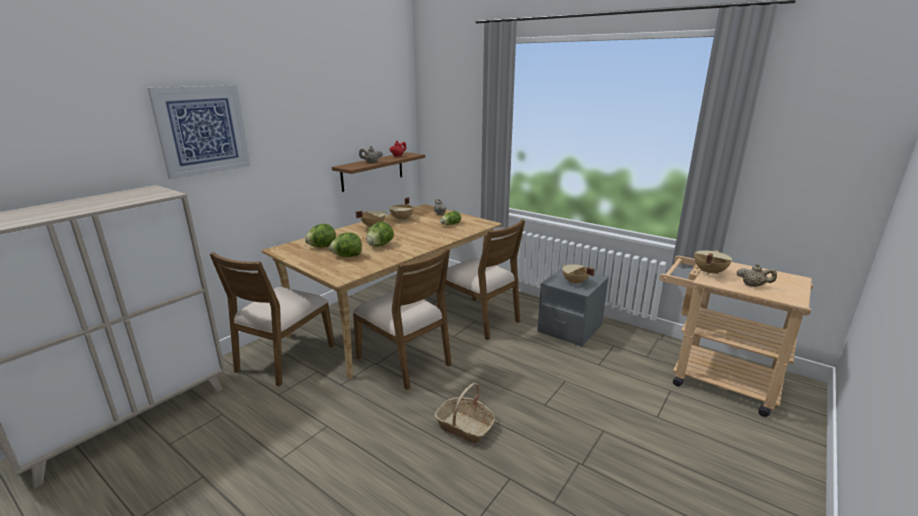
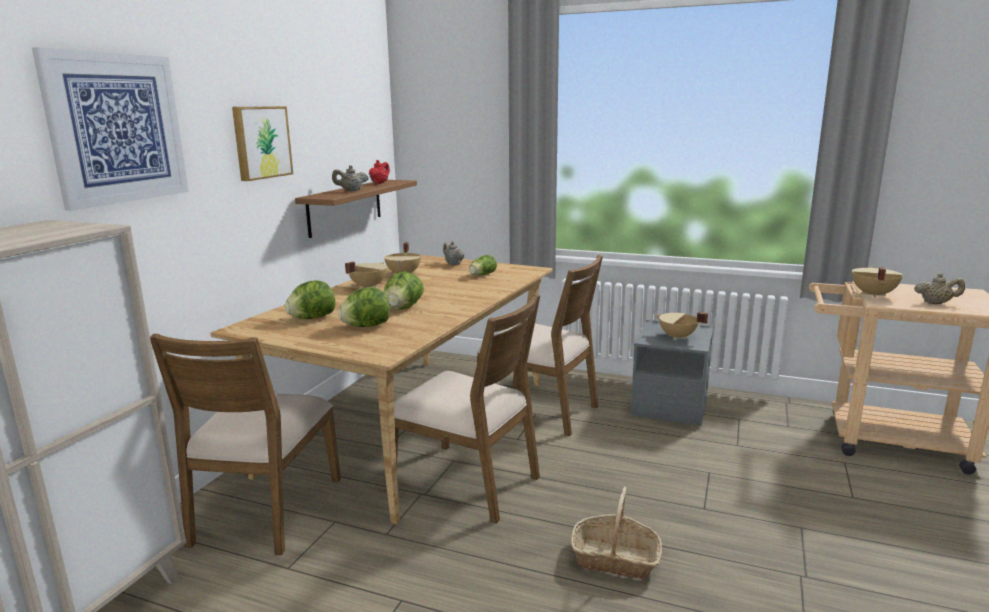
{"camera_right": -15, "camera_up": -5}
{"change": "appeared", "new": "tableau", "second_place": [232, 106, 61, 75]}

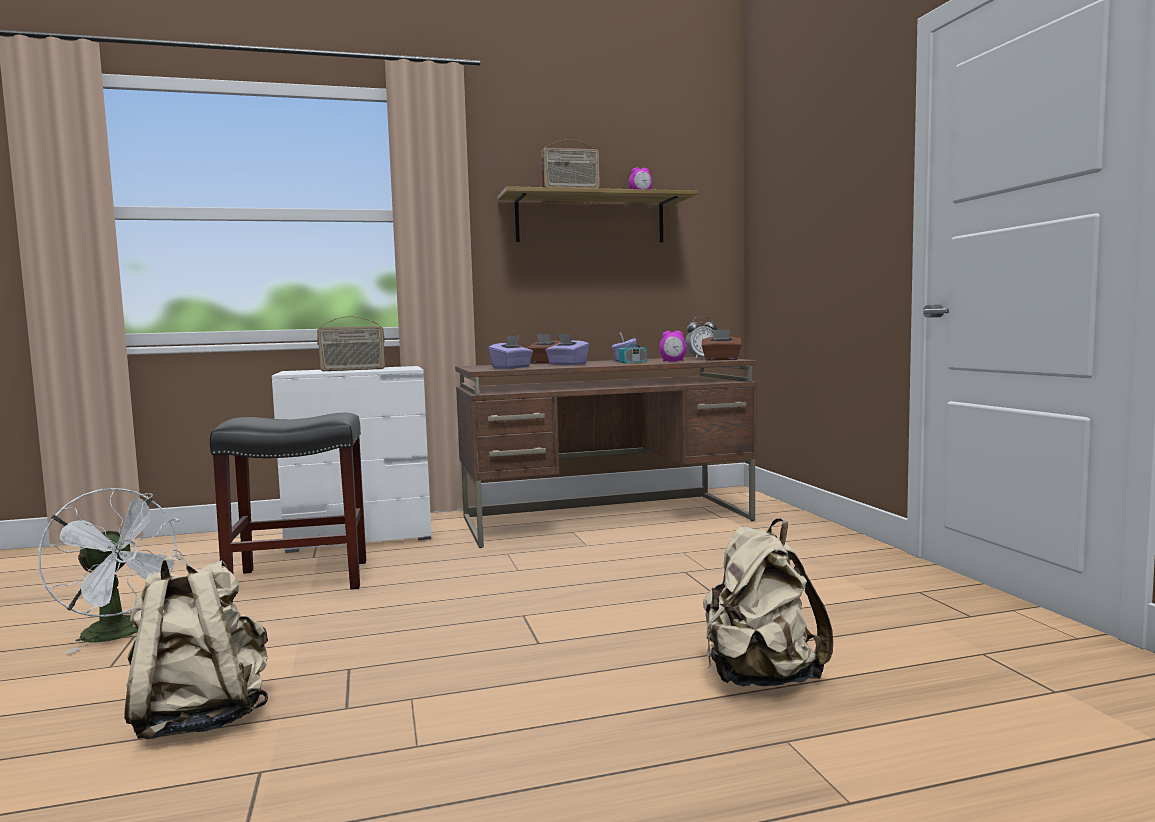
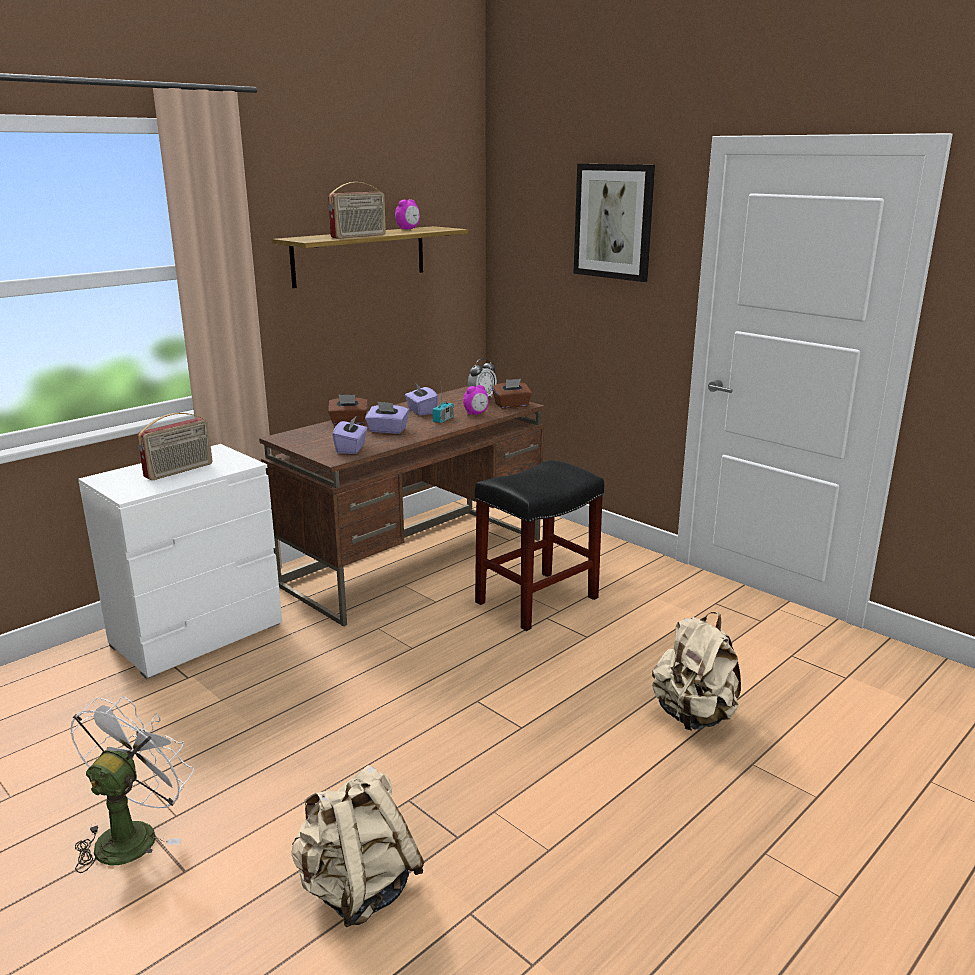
{"camera_right": -30, "camera_up": 15}
{"change": "appeared", "new": "tableau", "second_place": [573, 164, 82, 118]}
{"change": "relocated", "old": "tabouret [noir]", "first_place": [210, 413, 156, 177], "second_place": [475, 460, 129, 171]}
{"change": "spun", "old": "ventilateur [blanc]", "first_place": [38, 488, 147, 165], "second_place": [70, 697, 124, 176], "degrees": -75}

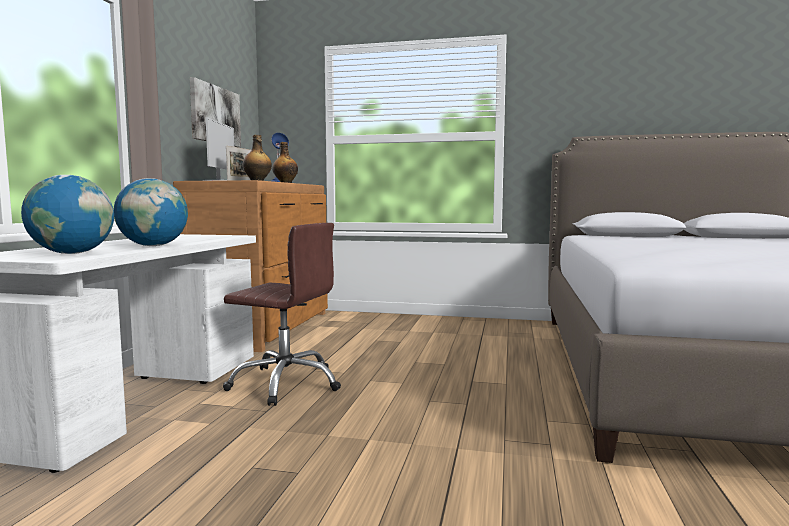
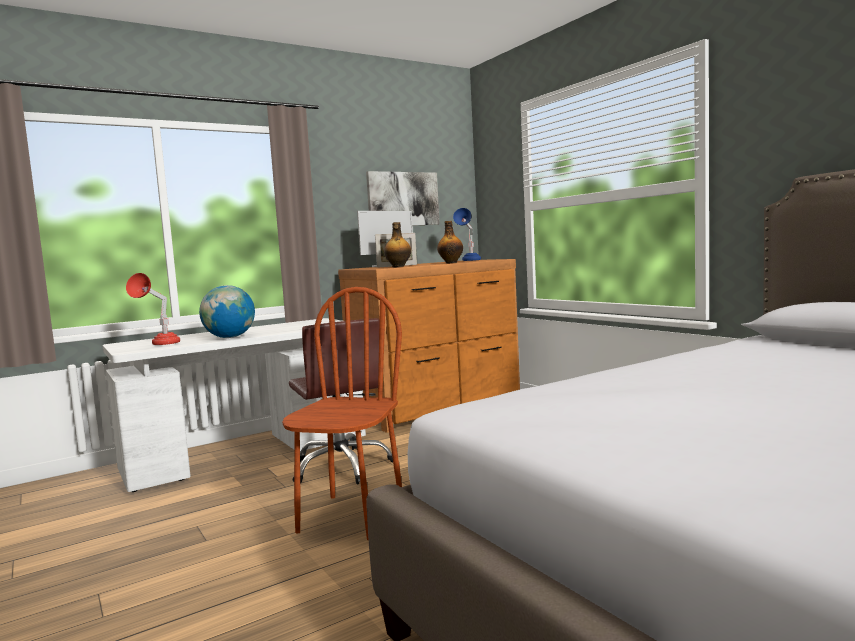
{"camera_right": 45, "camera_up": 0}
{"change": "appeared", "new": "chaise [marron]", "second_place": [282, 287, 120, 253]}
{"change": "exchanged", "old": "globe", "new": "lampe de table [rouge]", "first_place": [21, 175, 93, 79], "second_place": [126, 273, 54, 72]}

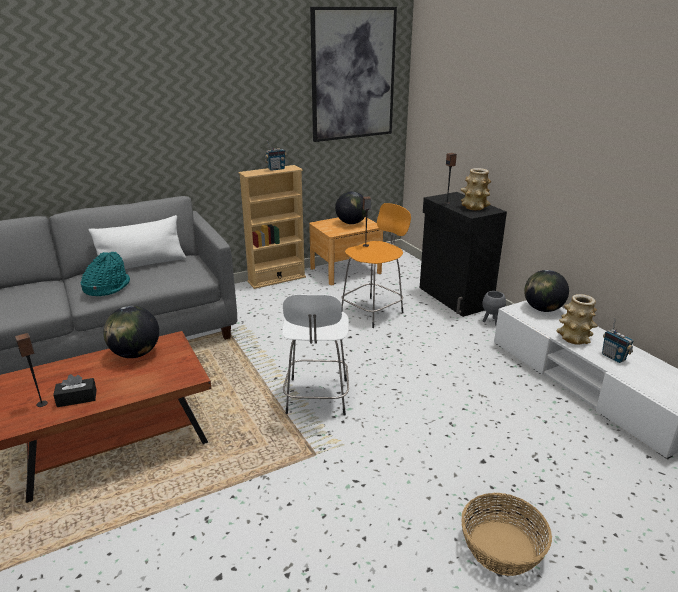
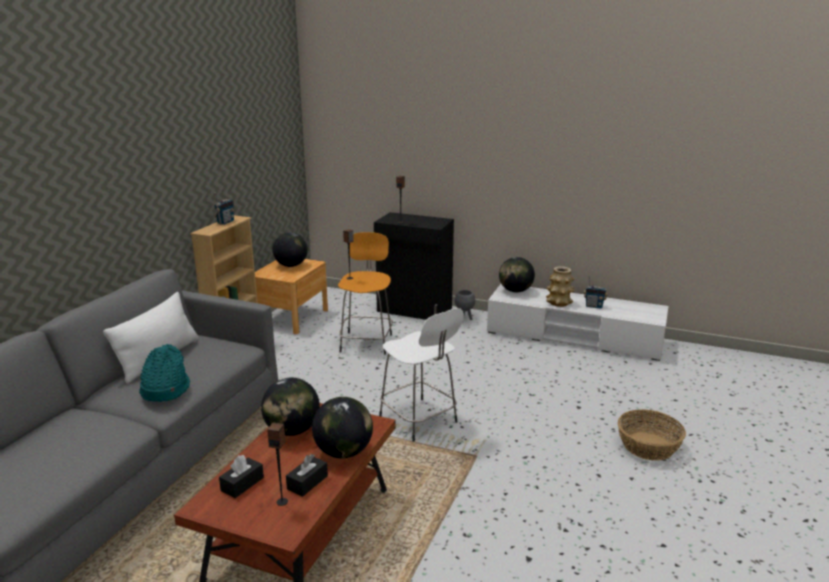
{"camera_right": -40, "camera_up": -5}
{"change": "missing", "old": "tableau", "first_place": [310, 7, 87, 135]}
{"change": "missing", "old": "vase", "first_place": [460, 168, 31, 42]}
{"change": "appeared", "new": "boîte à mouchoirs [noir]", "second_place": [219, 455, 45, 43]}
{"change": "appeared", "new": "globe", "second_place": [312, 397, 61, 61]}

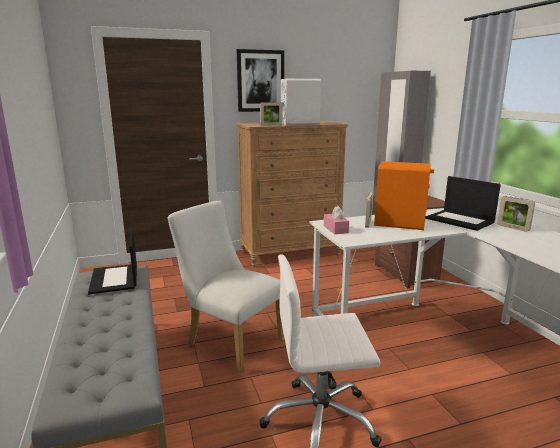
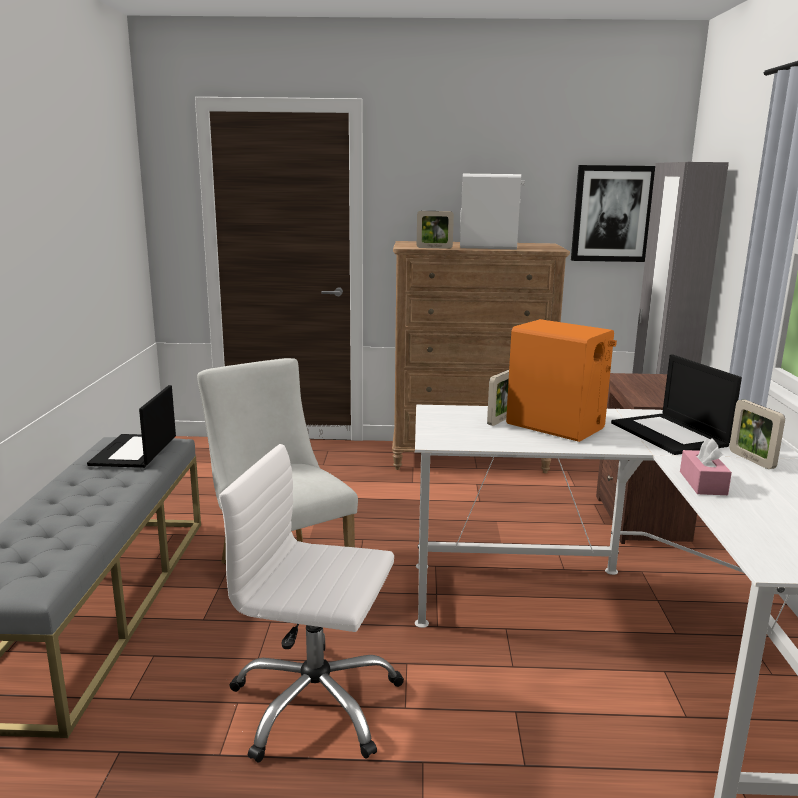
{"camera_right": 20, "camera_up": 0}
{"change": "relocated", "old": "tableau", "first_place": [237, 49, 47, 63], "second_place": [571, 165, 84, 97]}
{"change": "relocated", "old": "boîte à mouchoirs [rose]", "first_place": [324, 206, 25, 28], "second_place": [680, 438, 52, 57]}

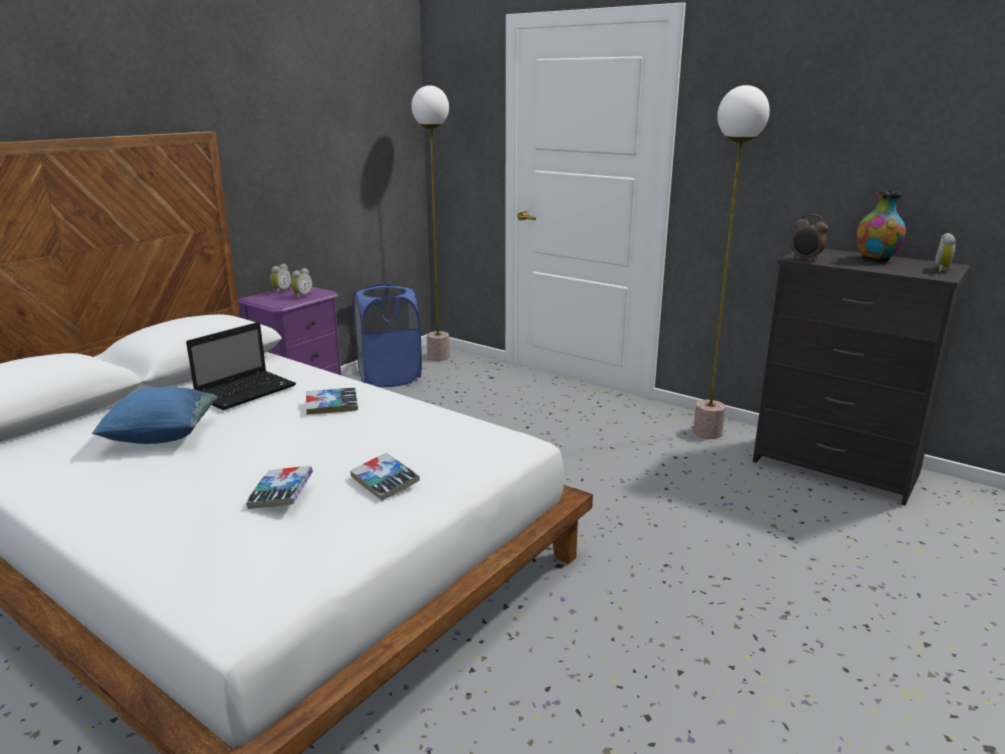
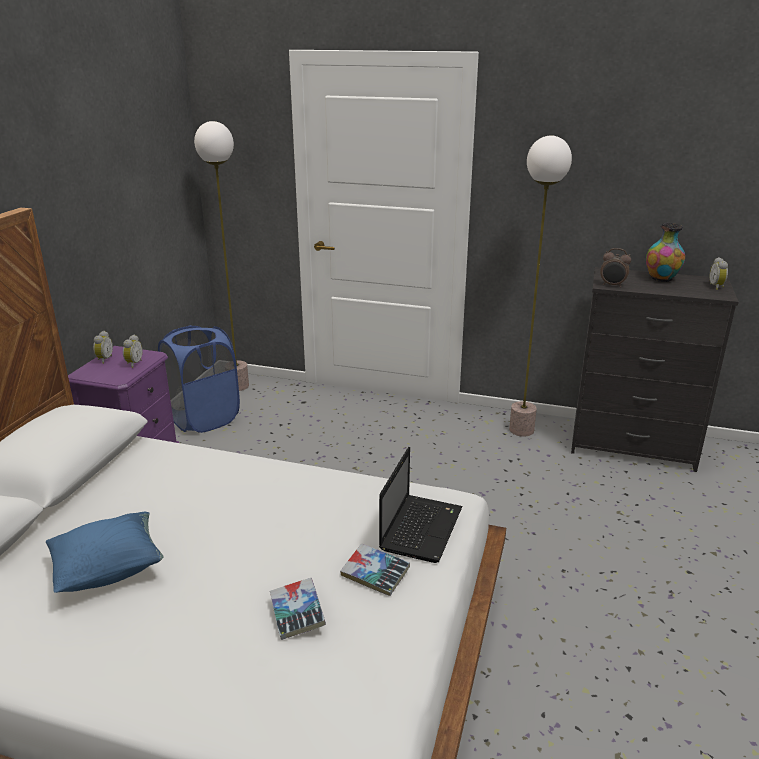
{"camera_right": -20, "camera_up": 5}
{"change": "missing", "old": "livre", "first_place": [306, 387, 52, 28]}
{"change": "relocated", "old": "ordinateur portable", "first_place": [186, 322, 110, 88], "second_place": [379, 447, 83, 116]}

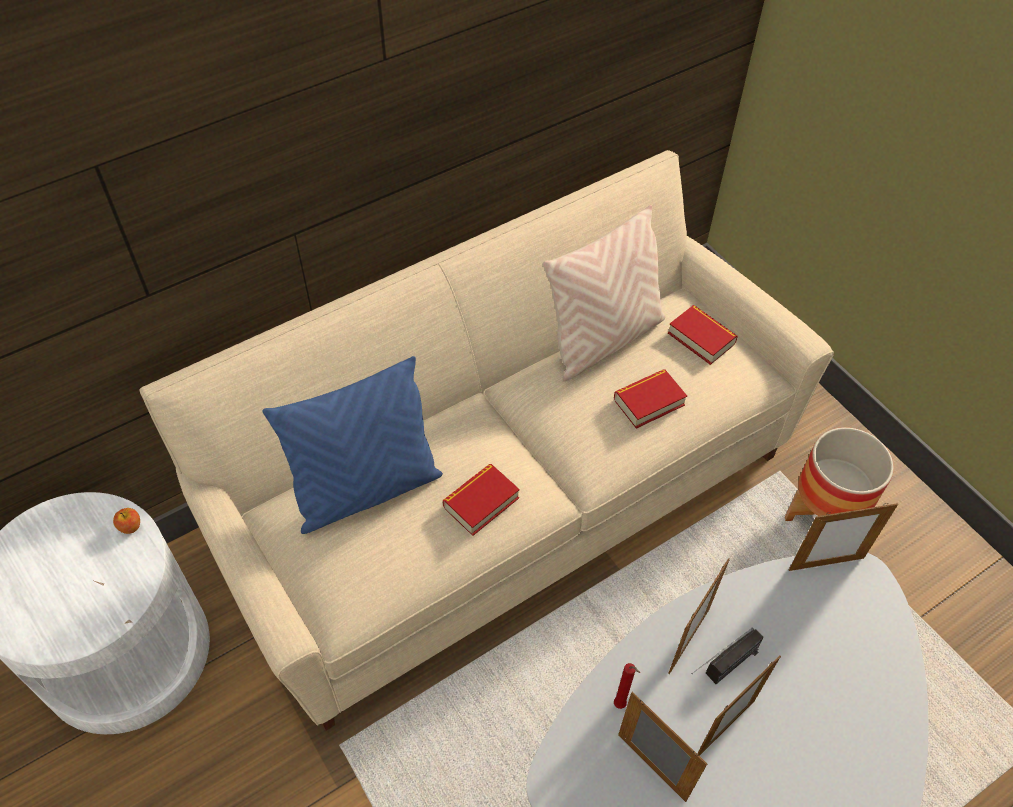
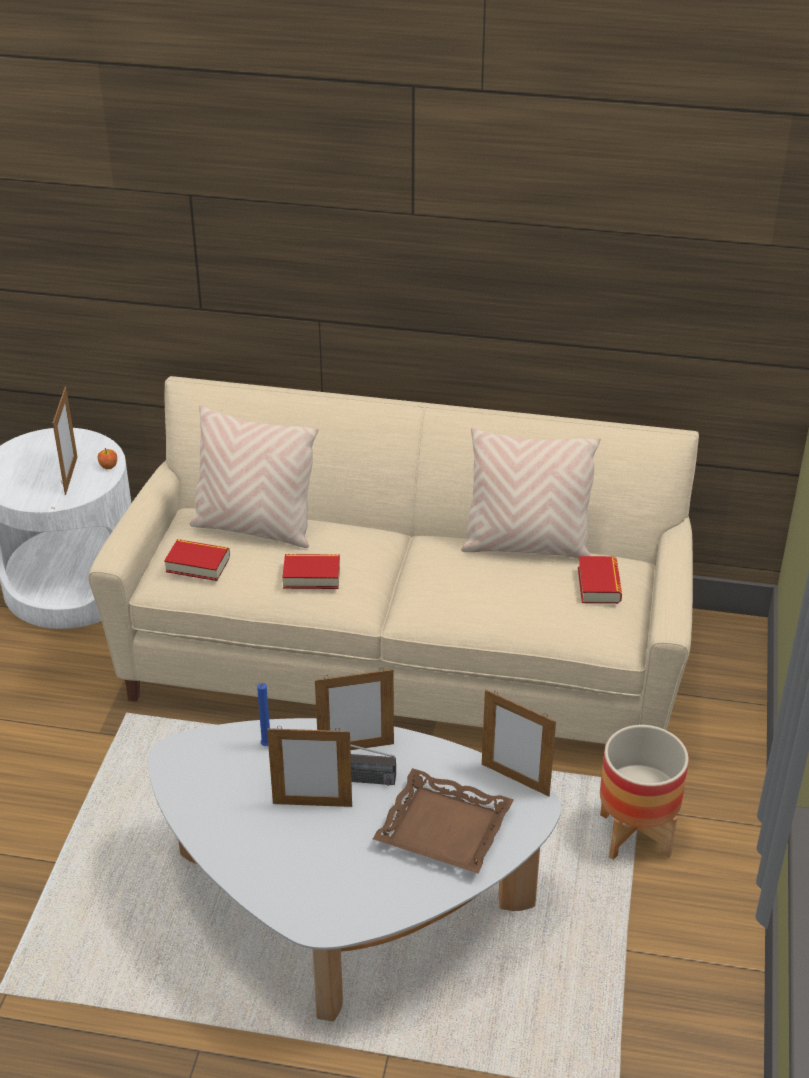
{"camera_right": 45, "camera_up": -15}
{"change": "appeared", "new": "plateau [marron]", "second_place": [373, 768, 141, 105]}
{"change": "relocated", "old": "livre", "first_place": [614, 370, 73, 59], "second_place": [164, 539, 66, 42]}
{"change": "relocated", "old": "cadre photo", "first_place": [618, 692, 89, 110], "second_place": [53, 386, 24, 109]}
{"change": "colour", "old": "coussin [bleu]", "new": "coussin [beige]", "first_place": [263, 356, 180, 178], "second_place": [190, 404, 129, 144]}
{"change": "colour", "old": "bougie [rouge]", "new": "bougie [bleu]", "first_place": [614, 663, 26, 46], "second_place": [257, 683, 13, 63]}

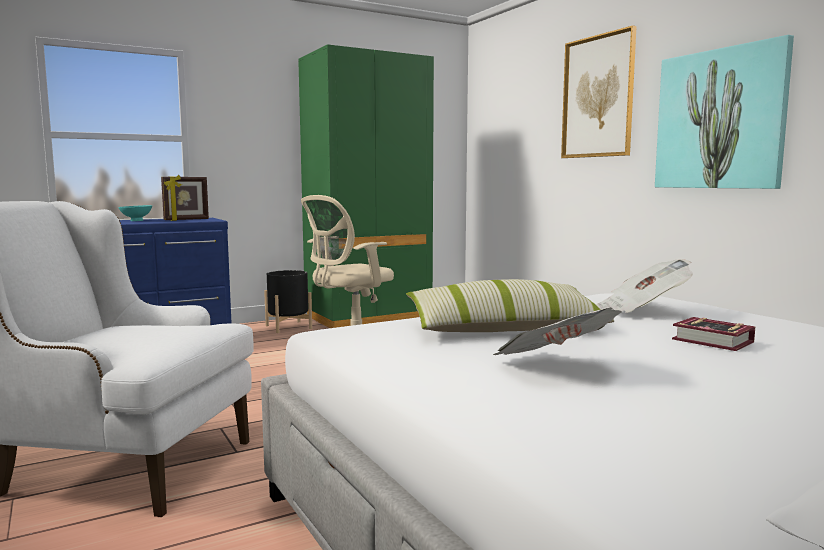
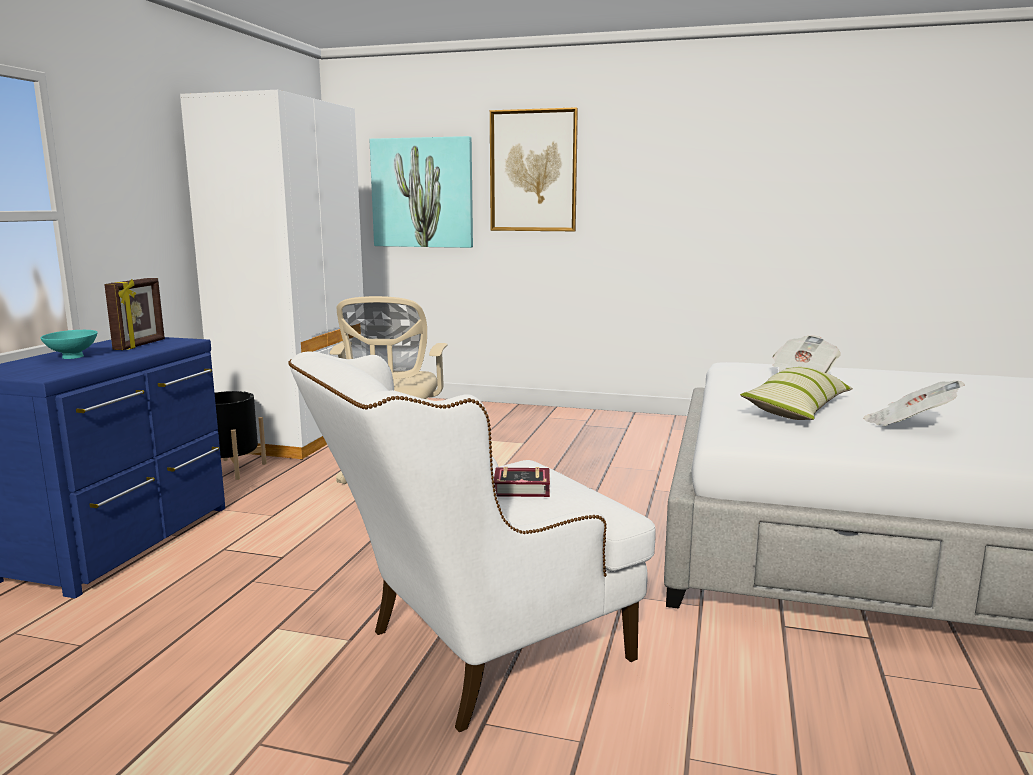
{"camera_right": -45, "camera_up": 5}
{"change": "relocated", "old": "tableau", "first_place": [655, 35, 139, 154], "second_place": [370, 136, 103, 112]}
{"change": "relocated", "old": "livre", "first_place": [672, 317, 83, 34], "second_place": [494, 467, 56, 30]}
{"change": "colour", "old": "armoire [vert]", "new": "armoire [blanc]", "first_place": [298, 44, 136, 284], "second_place": [180, 90, 186, 370]}

